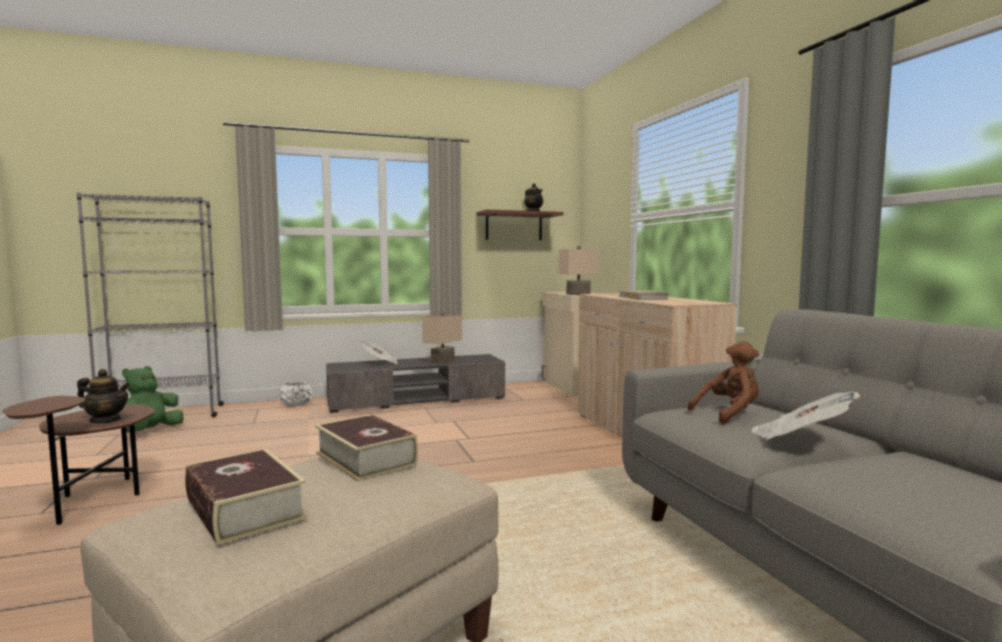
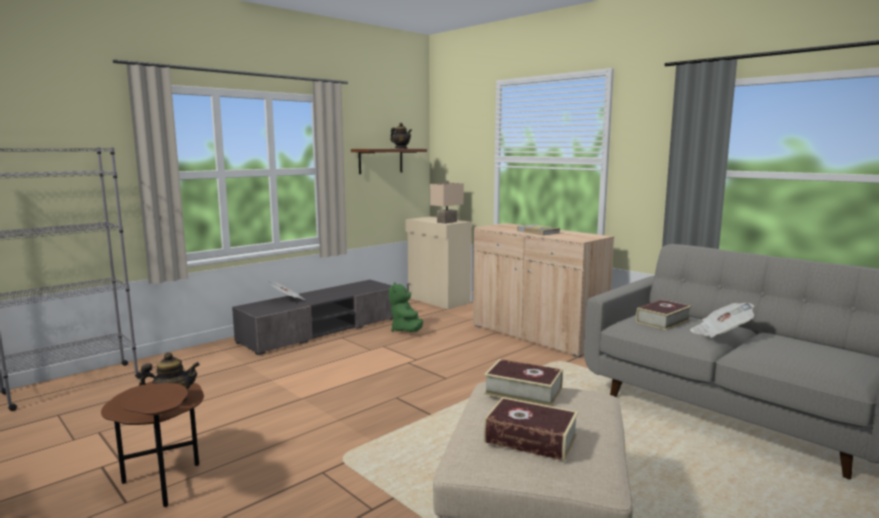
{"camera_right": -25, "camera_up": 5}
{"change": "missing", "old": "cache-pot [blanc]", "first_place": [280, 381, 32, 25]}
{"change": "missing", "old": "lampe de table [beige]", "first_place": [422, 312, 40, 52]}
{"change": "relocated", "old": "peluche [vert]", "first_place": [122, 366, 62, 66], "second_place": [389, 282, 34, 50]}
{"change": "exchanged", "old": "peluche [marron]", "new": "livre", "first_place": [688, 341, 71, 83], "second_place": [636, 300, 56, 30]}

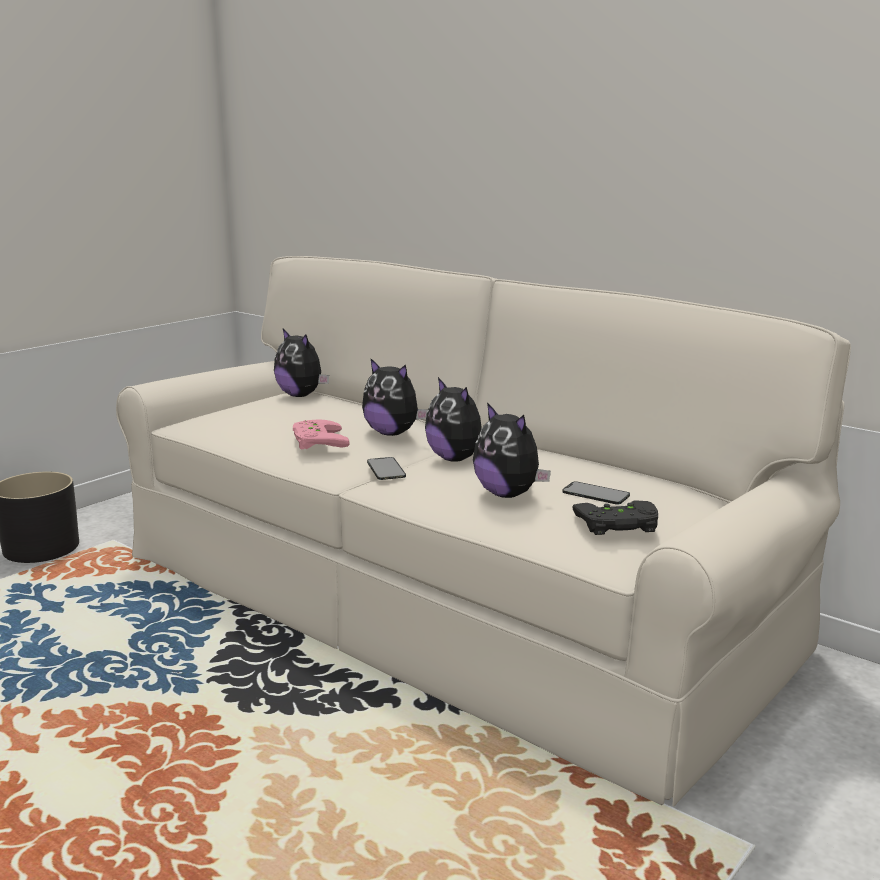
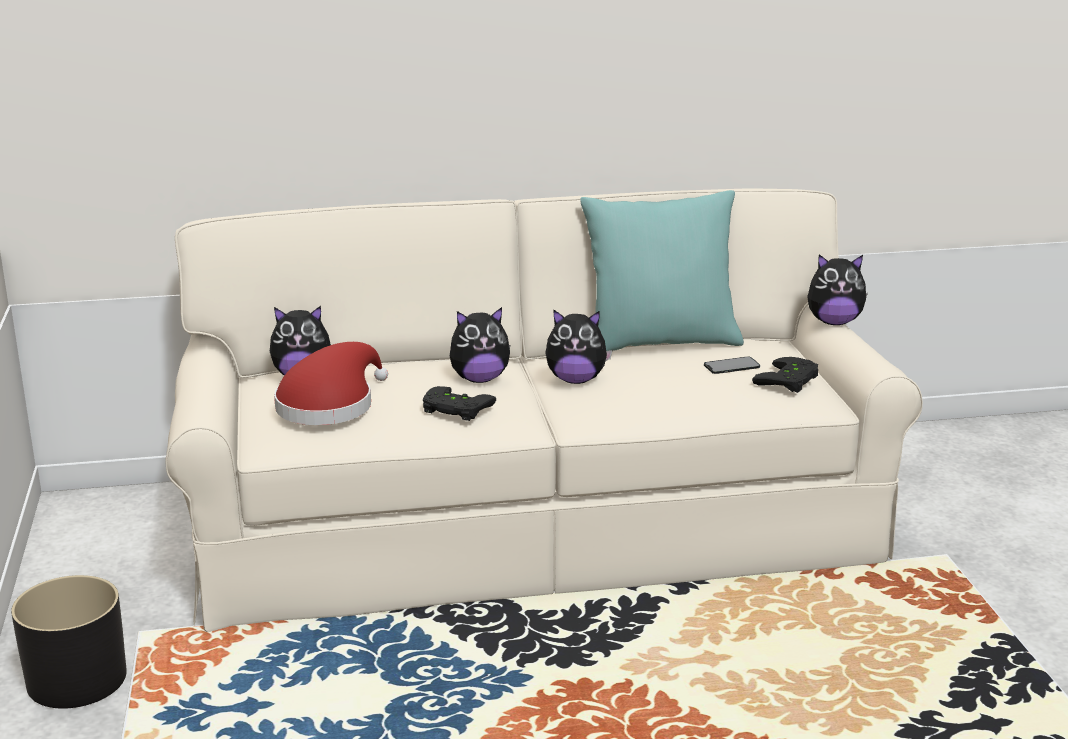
{"camera_right": -50, "camera_up": 5}
{"change": "missing", "old": "téléphone", "first_place": [367, 457, 39, 23]}
{"change": "appeared", "new": "chapeau [rouge]", "second_place": [274, 342, 114, 83]}
{"change": "appeared", "new": "coussin [turquoise]", "second_place": [580, 190, 164, 161]}
{"change": "relocated", "old": "peluche", "first_place": [473, 403, 78, 95], "second_place": [807, 254, 61, 71]}
{"change": "colour", "old": "manette [rose]", "new": "manette [noir]", "first_place": [293, 420, 57, 30], "second_place": [423, 386, 73, 35]}

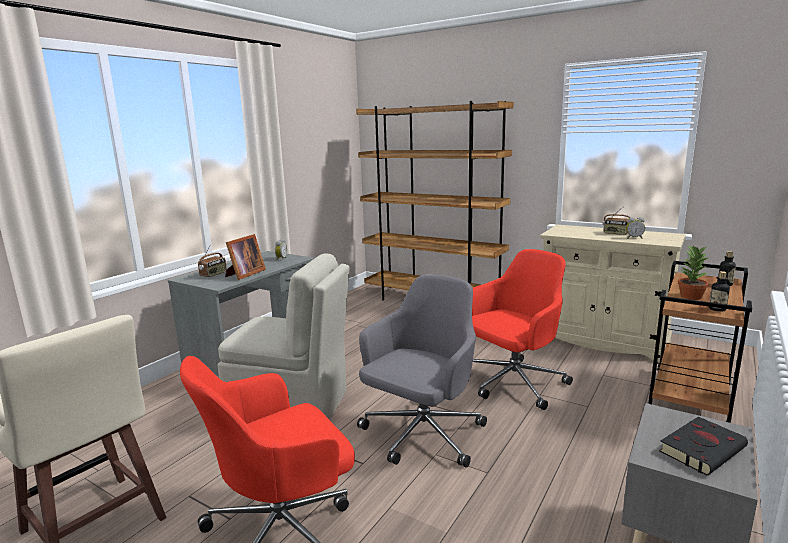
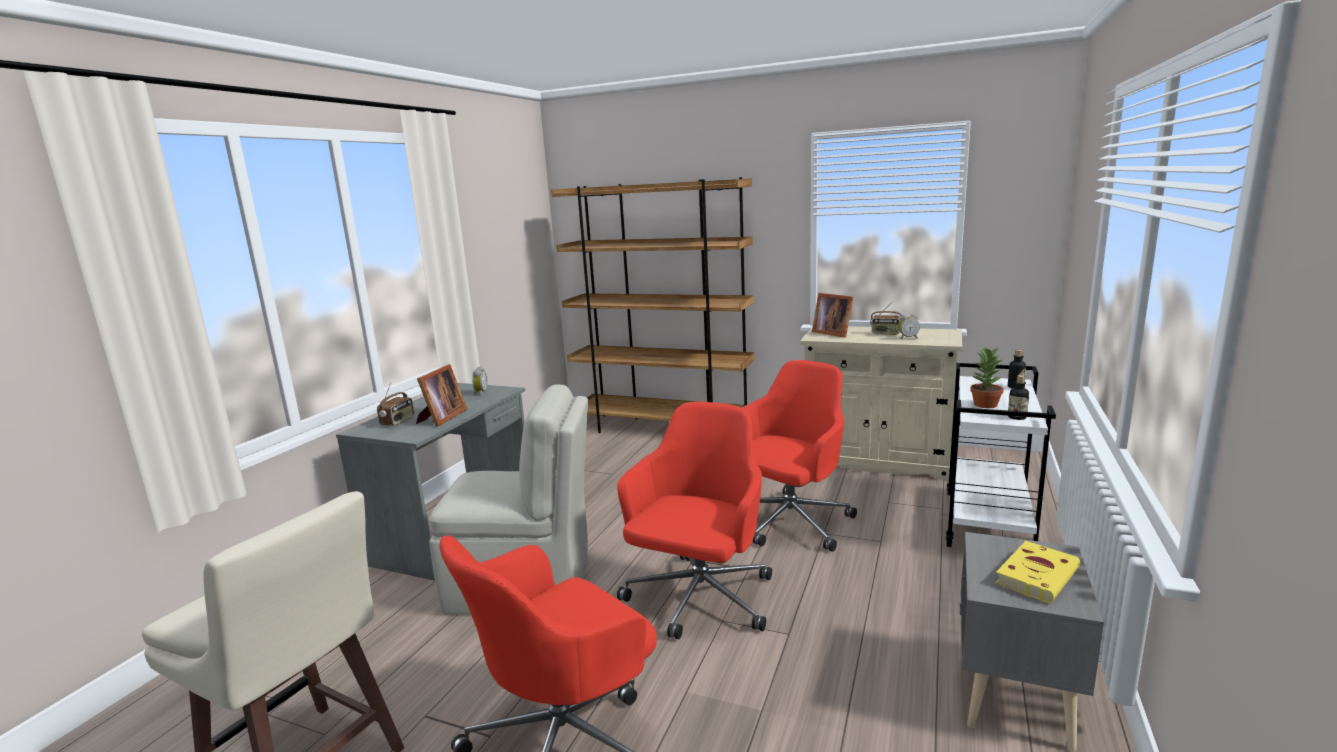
{"camera_right": -10, "camera_up": 0}
{"change": "appeared", "new": "cadre photo", "second_place": [812, 293, 41, 45]}
{"change": "colour", "old": "chaise de bureau [gris]", "new": "chaise de bureau [rouge]", "first_place": [357, 274, 130, 194], "second_place": [617, 402, 155, 237]}
{"change": "colour", "old": "chariot [marron]", "new": "chariot [blanc]", "first_place": [648, 261, 104, 162], "second_place": [946, 363, 110, 184]}
{"change": "colour", "old": "livre [noir]", "new": "livre [jaune]", "first_place": [659, 417, 89, 58], "second_place": [995, 541, 85, 63]}

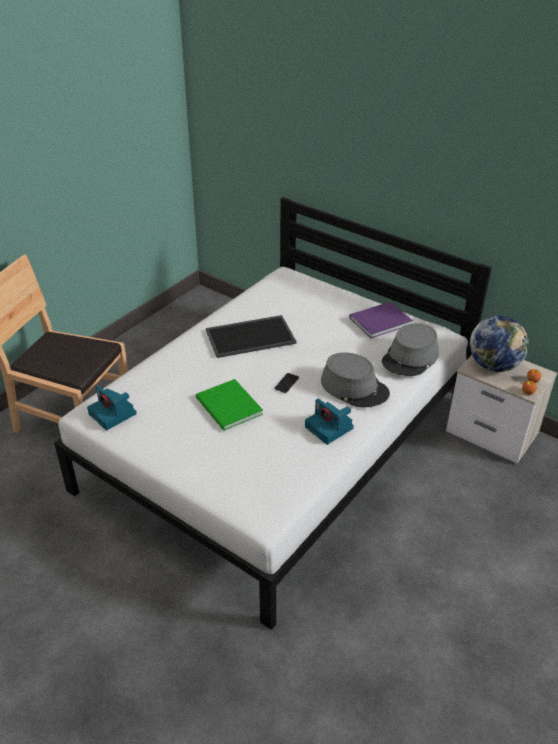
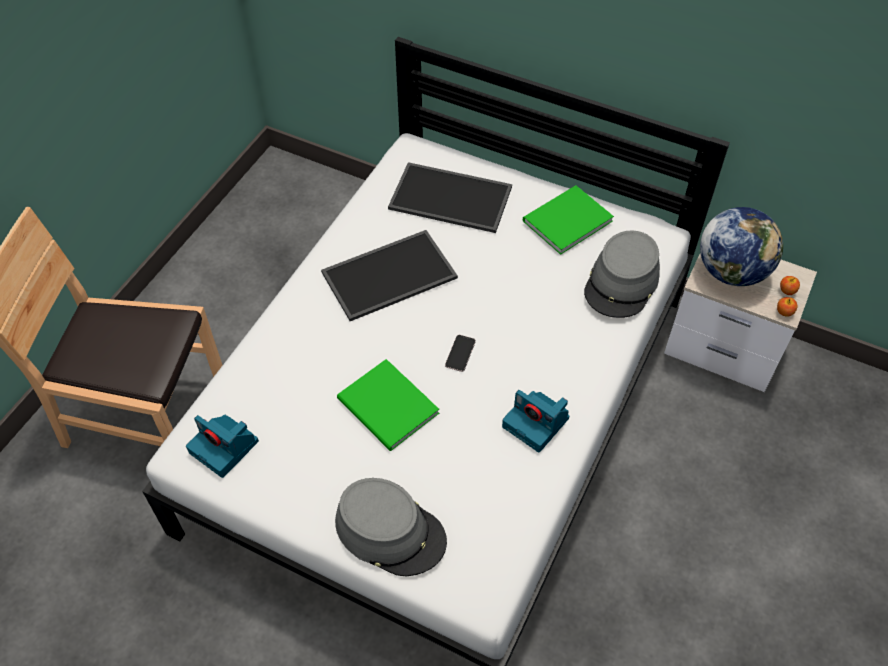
{"camera_right": -10, "camera_up": 15}
{"change": "appeared", "new": "plateau", "second_place": [388, 162, 124, 71]}
{"change": "relocated", "old": "chapeau [gris]", "first_place": [321, 352, 69, 55], "second_place": [335, 478, 112, 99]}
{"change": "colour", "old": "livre [violet]", "new": "livre [vert]", "first_place": [349, 302, 64, 36], "second_place": [523, 185, 91, 70]}

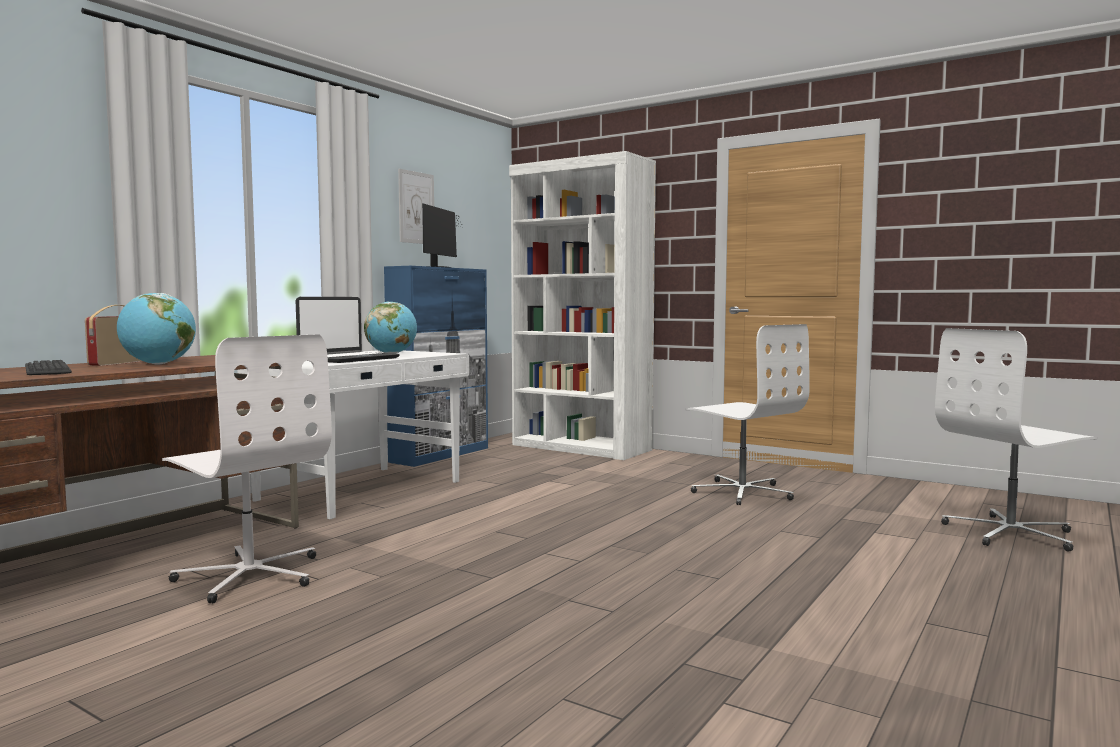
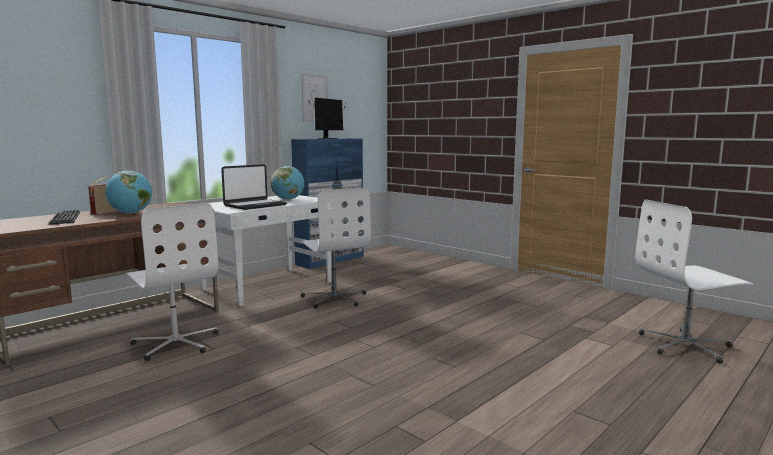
{"camera_right": 10, "camera_up": 5}
{"change": "missing", "old": "bibliothèque [blanc]", "first_place": [509, 151, 147, 309]}
{"change": "relocated", "old": "chaise de bureau [blanc]", "first_place": [685, 324, 125, 181], "second_place": [300, 188, 71, 121]}

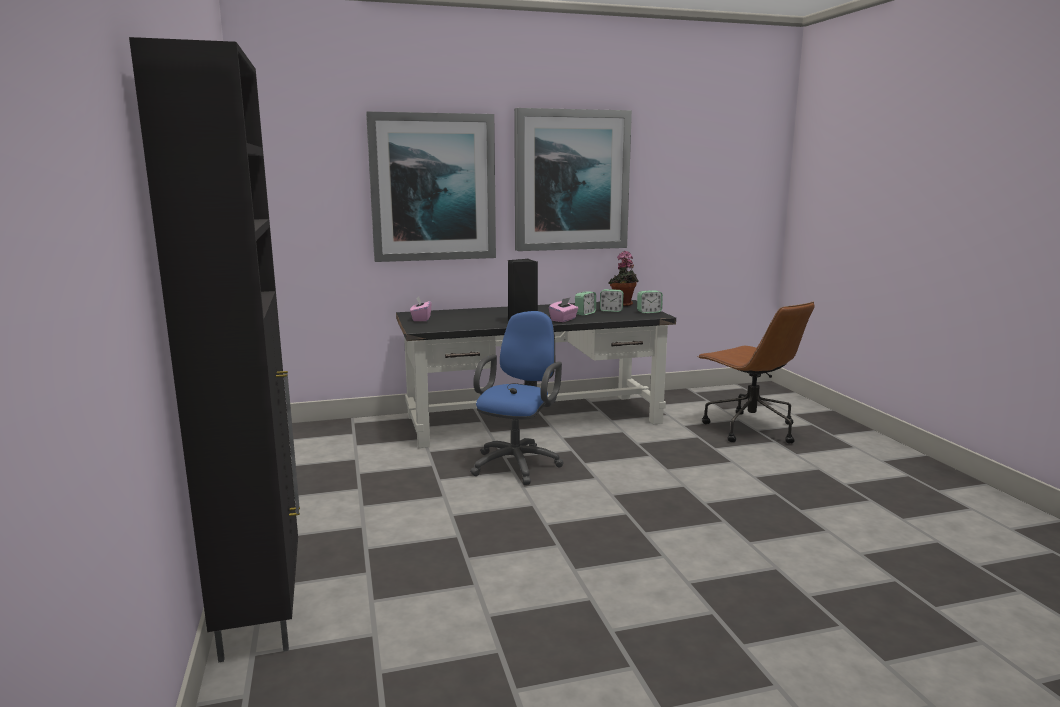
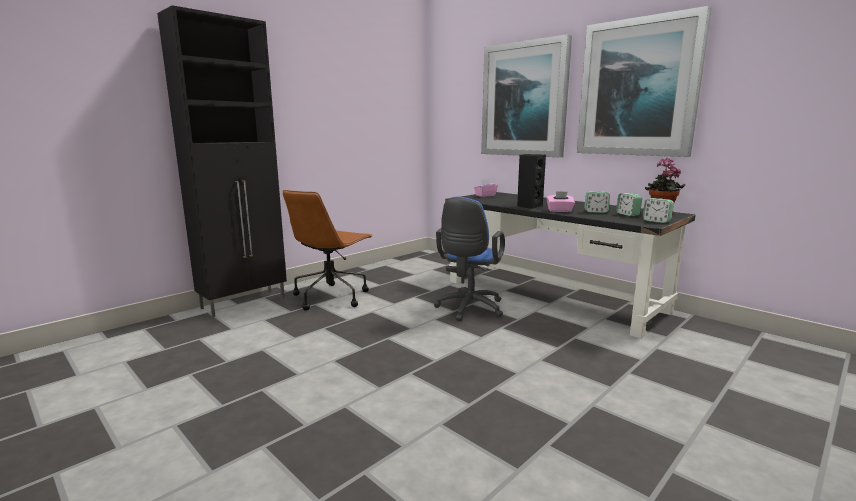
{"camera_right": 60, "camera_up": 0}
{"change": "relocated", "old": "chaise de bureau [marron]", "first_place": [697, 302, 118, 142], "second_place": [283, 190, 89, 121]}
{"change": "spun", "old": "chaise de bureau [bleu]", "first_place": [470, 311, 93, 174], "second_place": [434, 197, 71, 124], "degrees": 120}

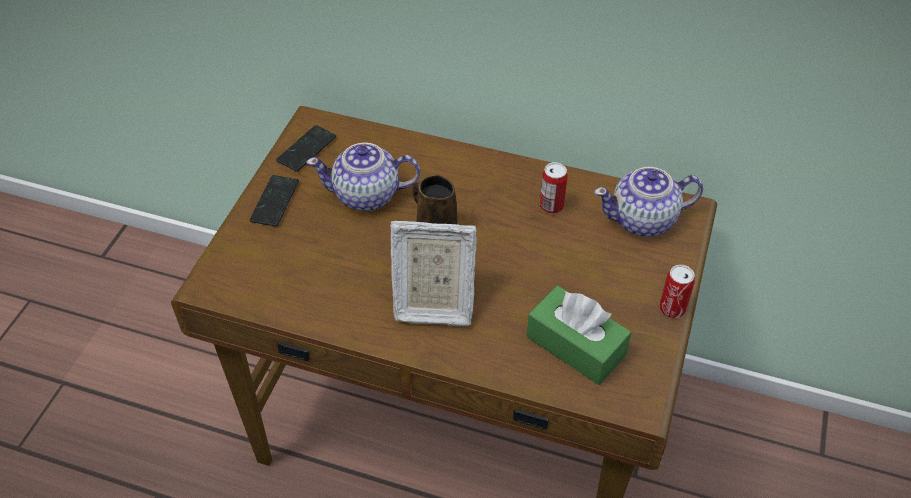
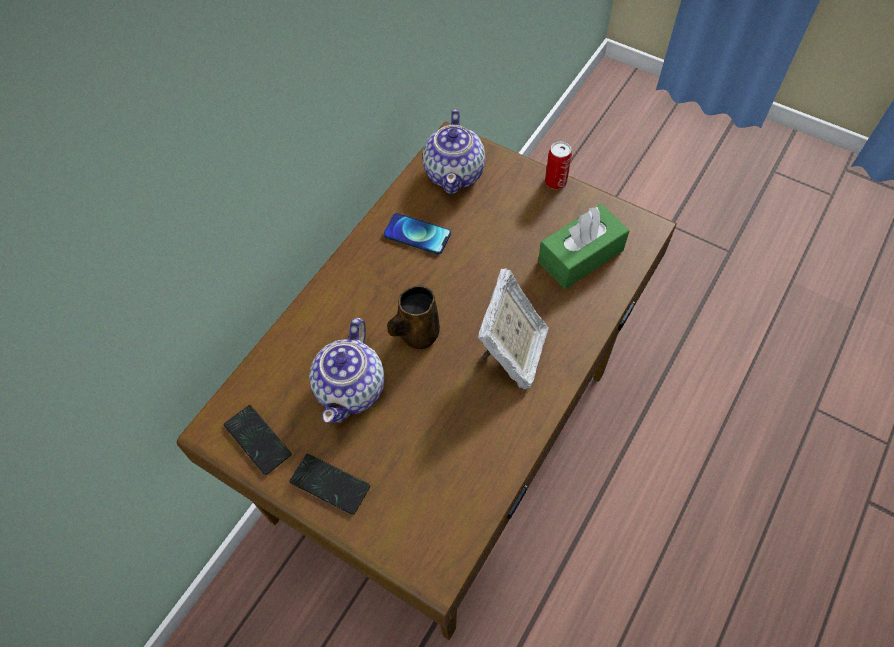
{"camera_right": -75, "camera_up": 10}
{"change": "exchanged", "old": "boîte métallique", "new": "téléphone", "first_place": [540, 162, 28, 52], "second_place": [383, 213, 68, 41]}

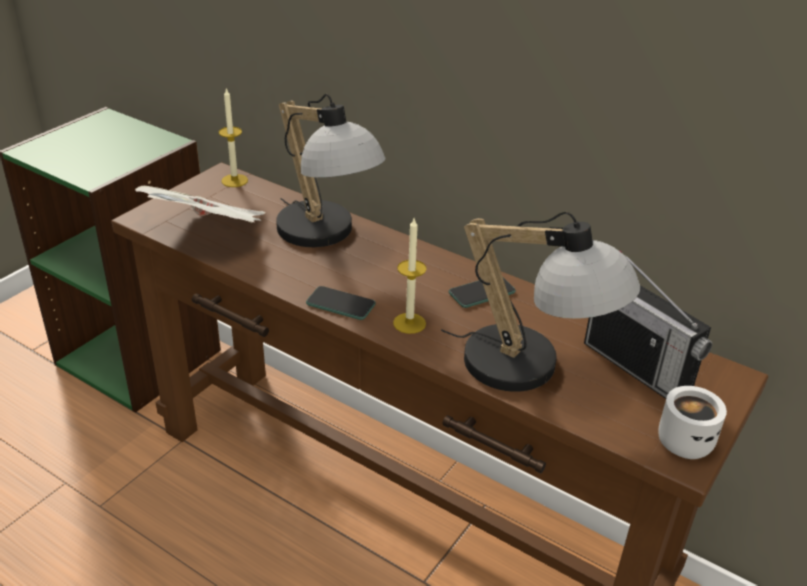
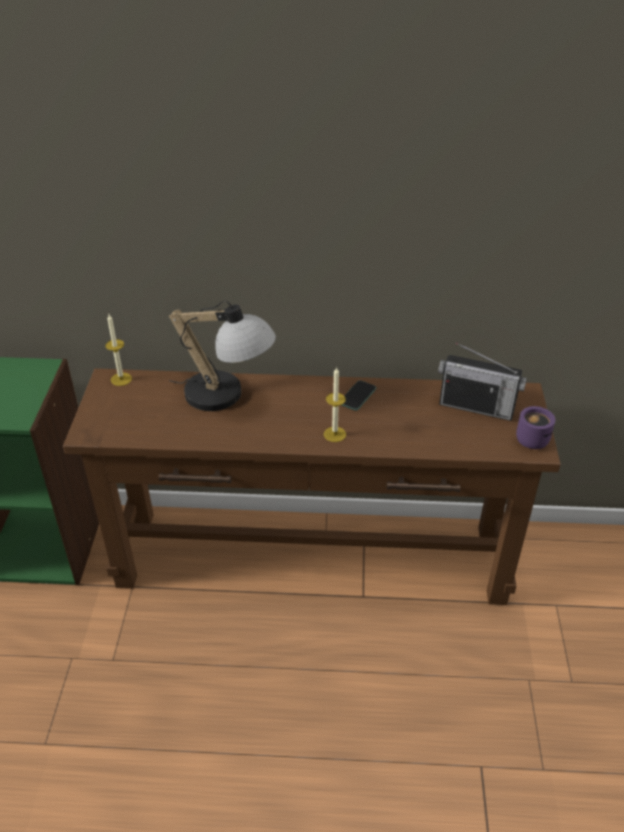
{"camera_right": -30, "camera_up": 5}
{"change": "missing", "old": "journal", "first_place": [135, 186, 131, 37]}
{"change": "missing", "old": "téléphone", "first_place": [306, 286, 70, 34]}
{"change": "missing", "old": "lampe de table", "first_place": [441, 212, 200, 180]}
{"change": "colour", "old": "mug [blanc]", "new": "mug [violet]", "first_place": [658, 386, 69, 73], "second_place": [516, 406, 39, 43]}

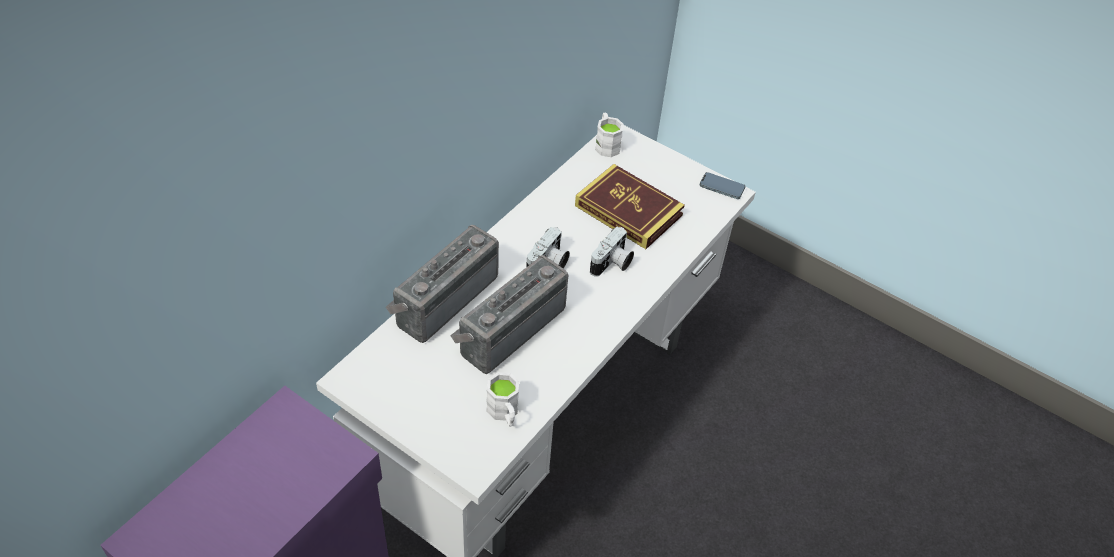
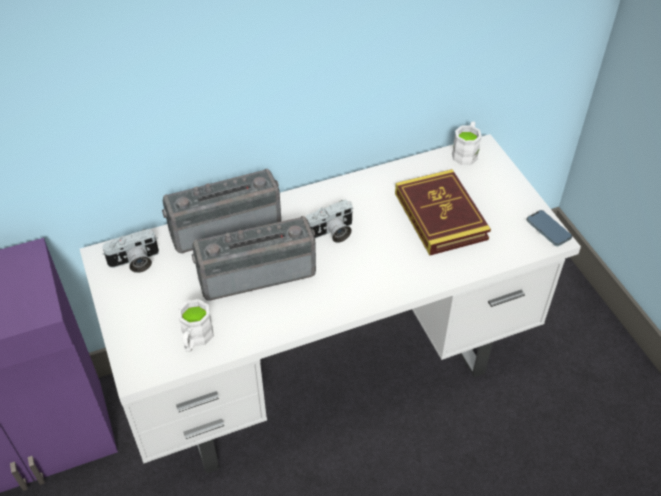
{"camera_right": 35, "camera_up": 0}
{"change": "relocated", "old": "appareil photo", "first_place": [590, 226, 44, 51], "second_place": [102, 229, 57, 44]}

